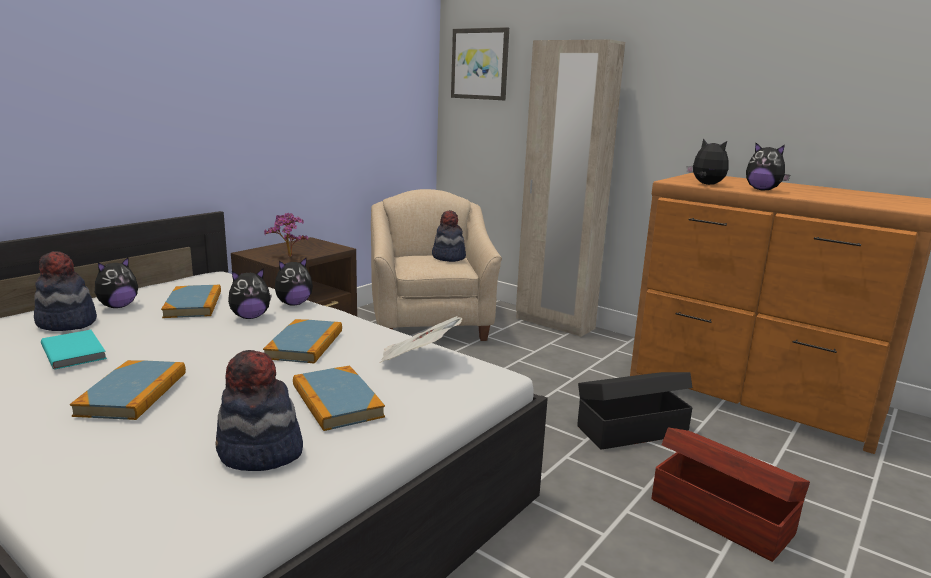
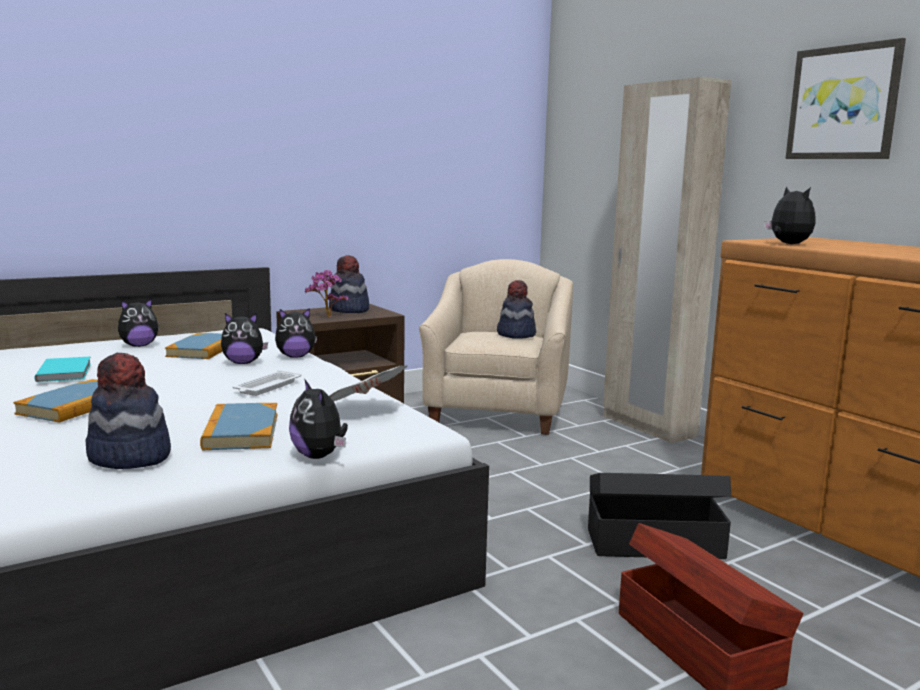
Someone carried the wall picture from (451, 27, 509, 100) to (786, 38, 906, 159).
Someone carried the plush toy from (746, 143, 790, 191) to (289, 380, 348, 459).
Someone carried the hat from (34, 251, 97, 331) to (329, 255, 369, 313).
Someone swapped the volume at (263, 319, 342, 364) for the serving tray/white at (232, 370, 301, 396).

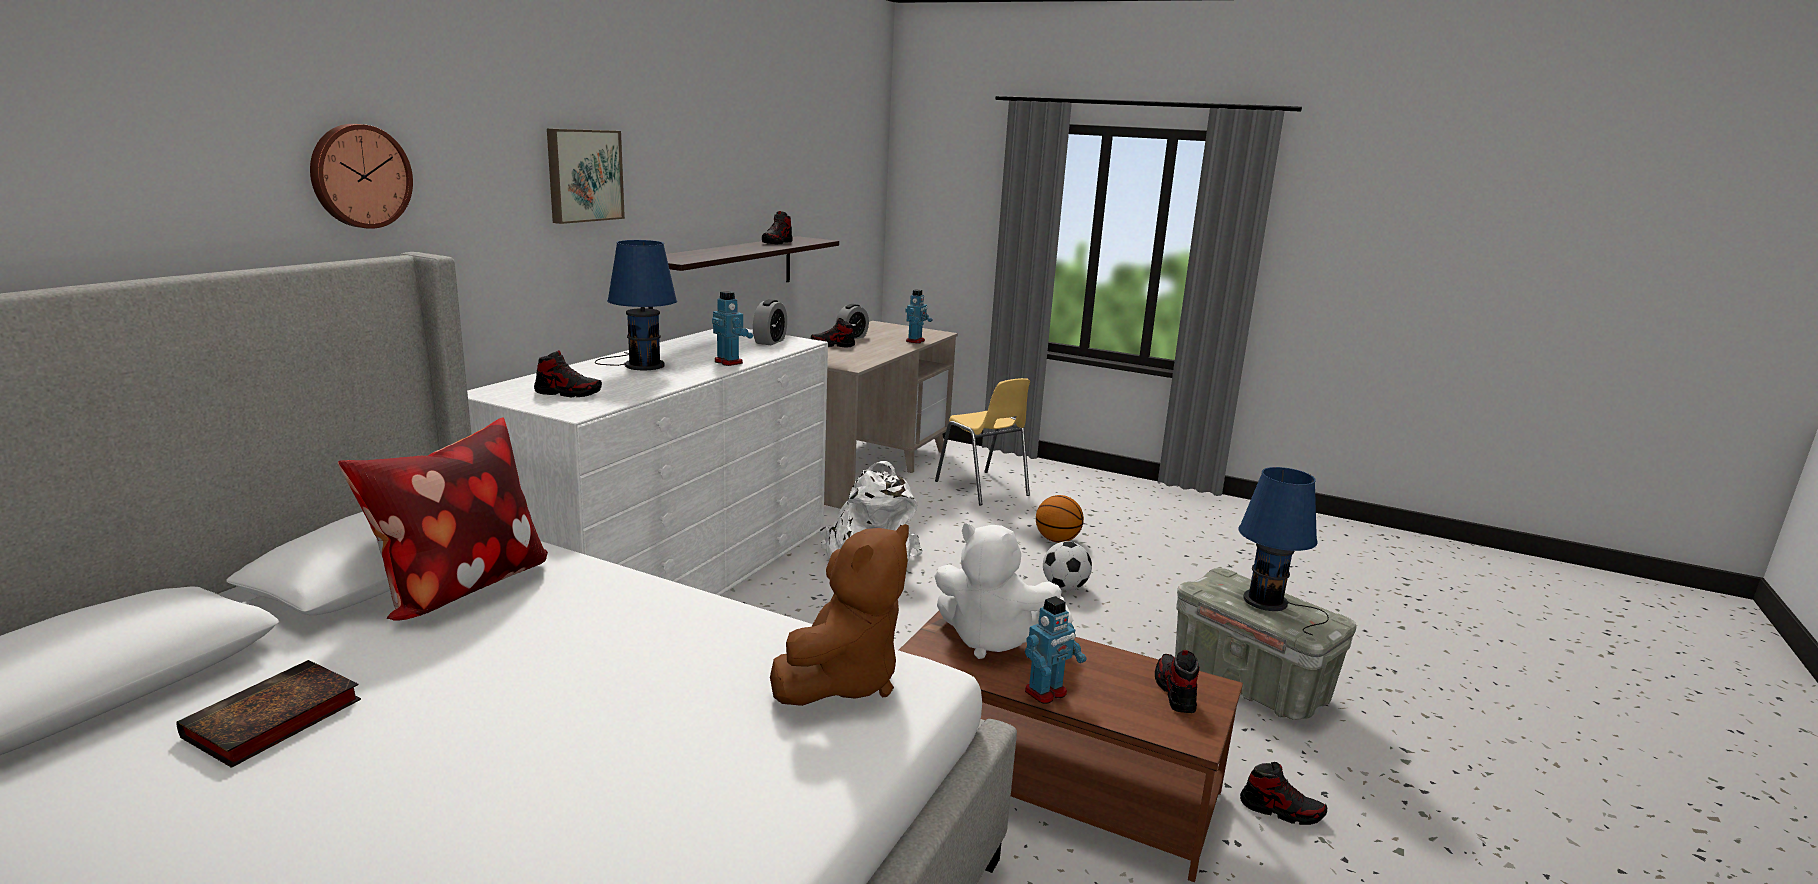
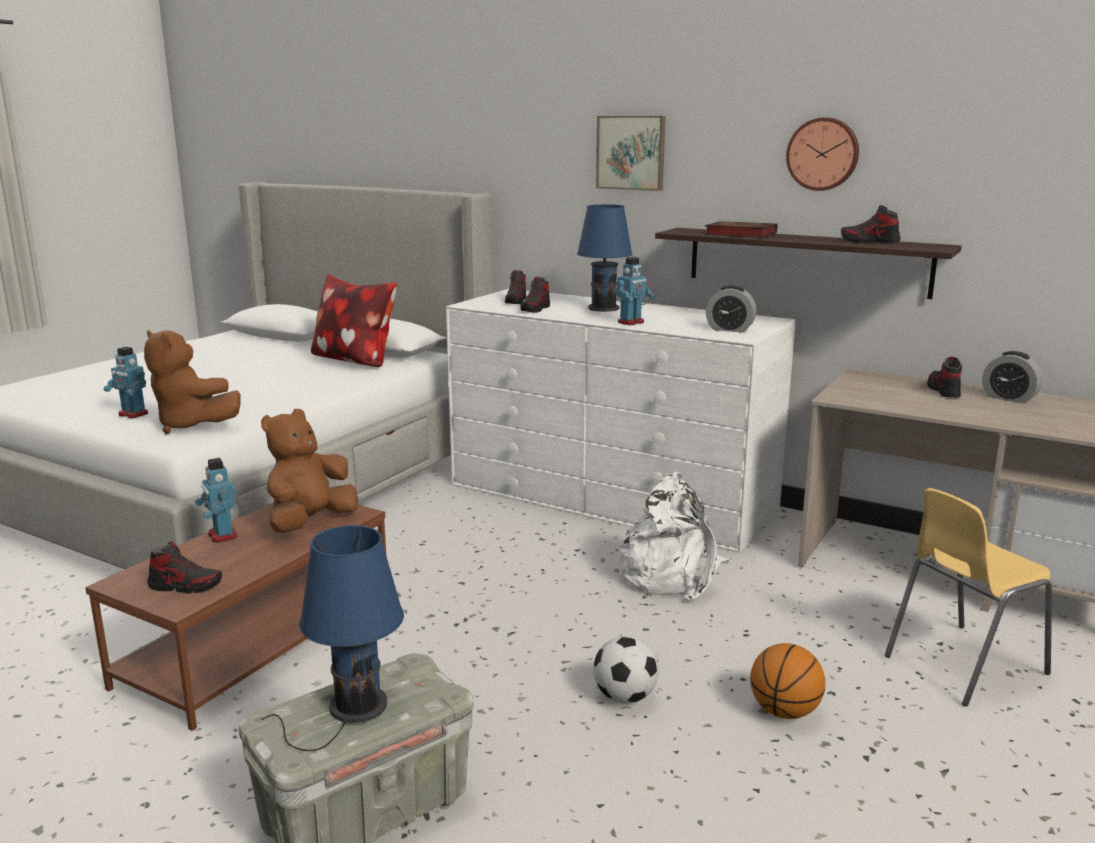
Someone carried the hanging clock from (310, 124, 413, 229) to (786, 117, 859, 191).
Someone carried the toy robot from (905, 289, 932, 344) to (104, 347, 148, 418).
Someone repainted the plush toy/white at (934, 523, 1073, 659), which became the plush toy/brown-coloured at (261, 409, 358, 533).
Someone carried the volume from (176, 660, 361, 768) to (704, 221, 777, 238).
Someone carried the low shoe from (1240, 762, 1327, 825) to (520, 277, 550, 313).

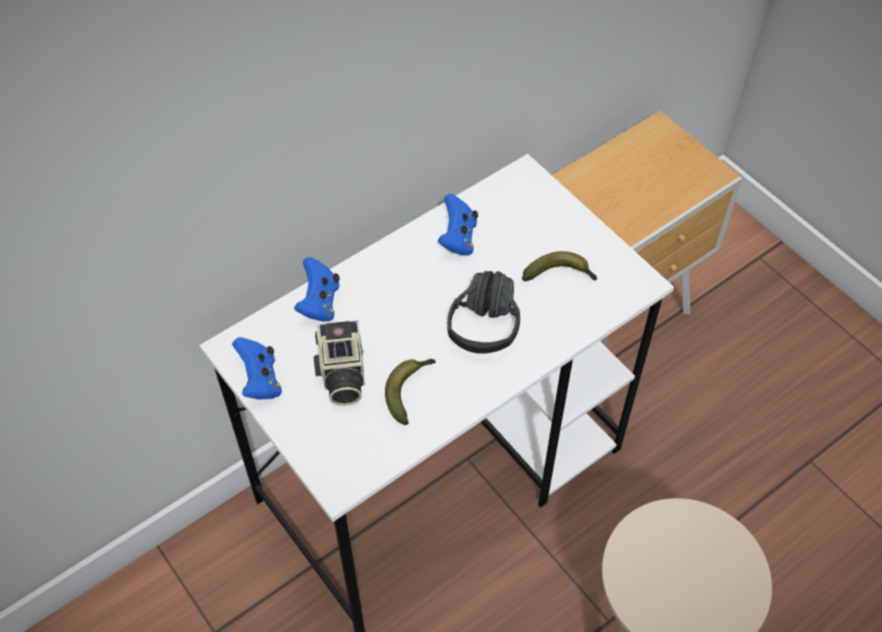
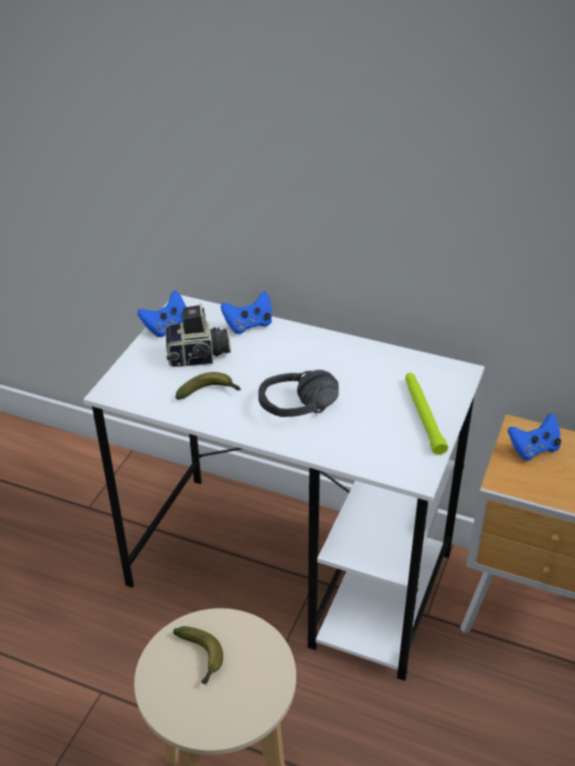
Someone carried the gamepad/blue-coloured from (438, 194, 478, 256) to (508, 413, 561, 460).
Someone carried the whole banana from (522, 251, 598, 282) to (173, 626, 223, 685).
Someone rotated the still camera at (314, 320, 365, 406) by 150 degrees counterclockwise.
Someone put down the flashlight/greenish at (405, 373, 448, 455).

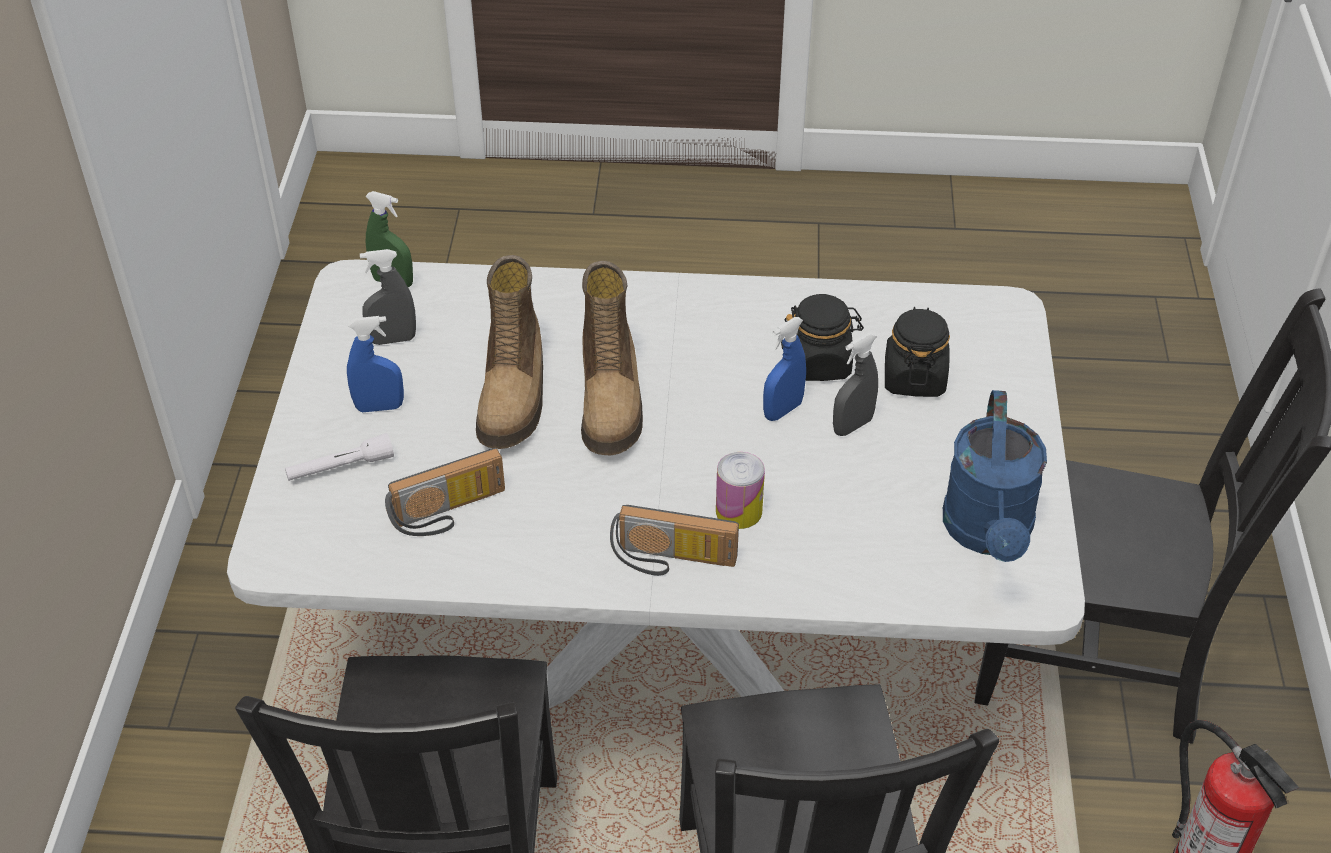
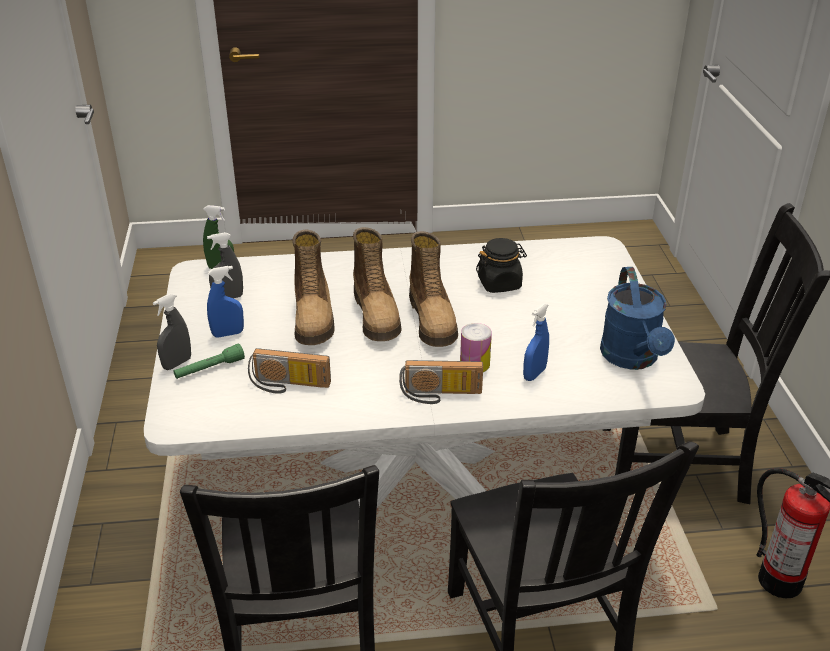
Someone took away the jar/black at (885, 307, 950, 397).
Someone carried the spray bottle/blue-coloured from (763, 317, 806, 421) to (523, 303, 549, 381).
Someone carried the spray bottle/grey from (833, 333, 878, 436) to (153, 293, 191, 370).
Someone repainted the flashlight/white at (285, 433, 394, 481), which became the flashlight/greenish at (173, 343, 245, 379).
Someone rotated the radio receiver at (385, 448, 505, 536) by 45 degrees clockwise.
Someone put down the boot at (409, 231, 458, 347).

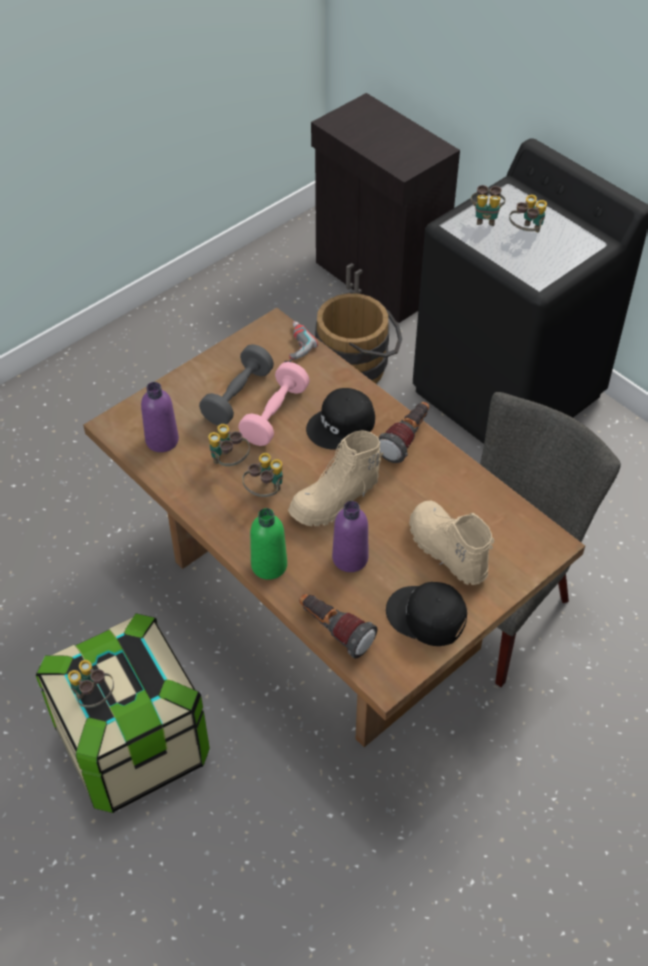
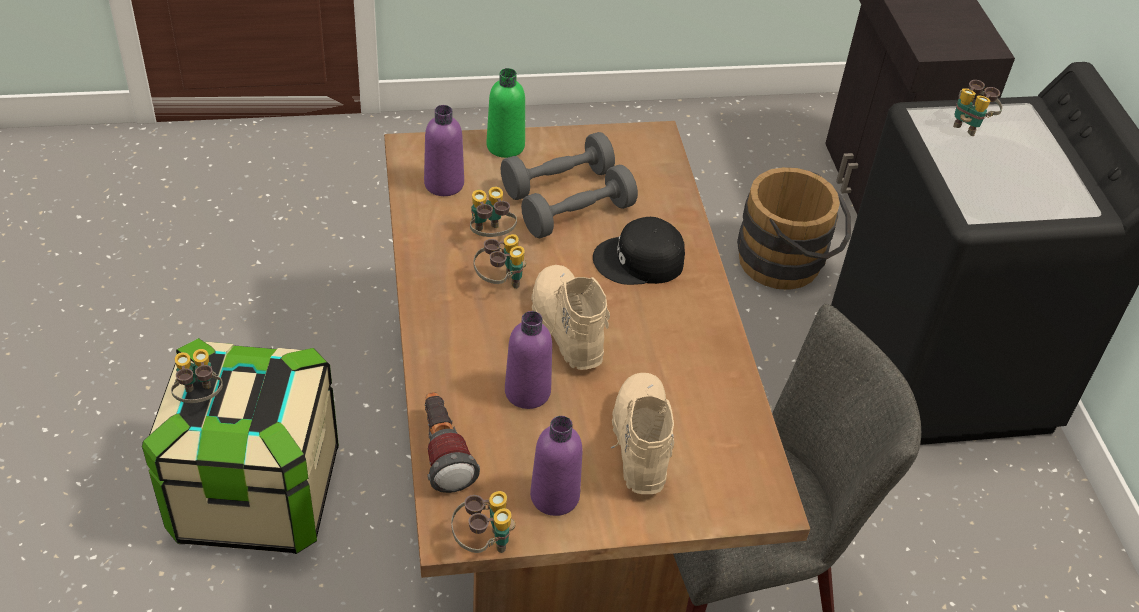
Someone carried the field glasses from (509, 195, 547, 233) to (451, 491, 515, 553).
Someone took away the drill at (284, 321, 318, 362).
Someone repainted the hand weight/pink-coloured at (238, 362, 310, 446), which became the hand weight/grey at (521, 165, 638, 238).
Someone took away the flashlight at (378, 402, 429, 463).
Someone rotated the boot/beige at (288, 430, 384, 526) by 75 degrees clockwise.
Someone carried the bottle/greenish from (250, 508, 287, 580) to (487, 68, 525, 158).
Someone swapped the baseball cap/black at (386, 582, 467, 646) for the bottle/purple-coloured at (530, 416, 583, 516).

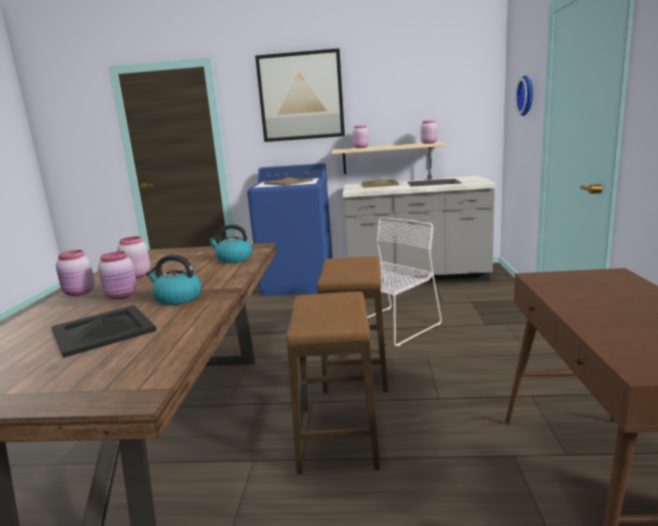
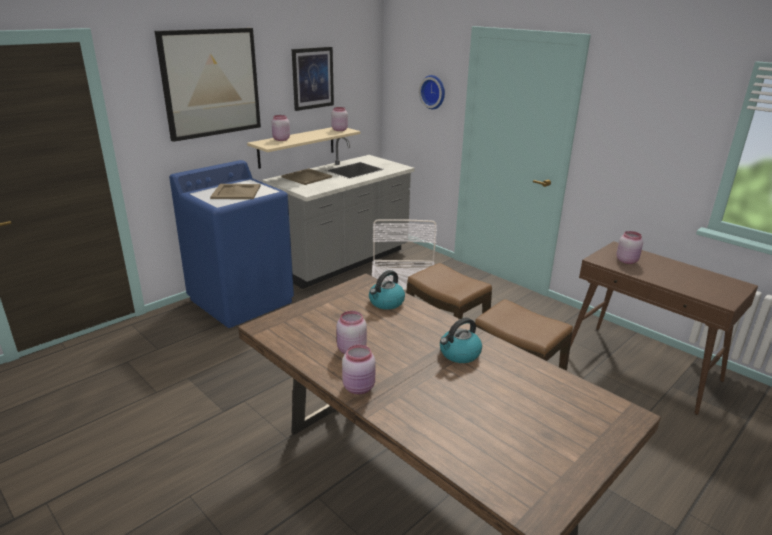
Someone carried the jar/pink-coloured from (98, 251, 137, 299) to (616, 231, 643, 264).
Someone took away the serving tray/black at (51, 305, 157, 358).
Someone put up the wall picture at (292, 47, 334, 111).

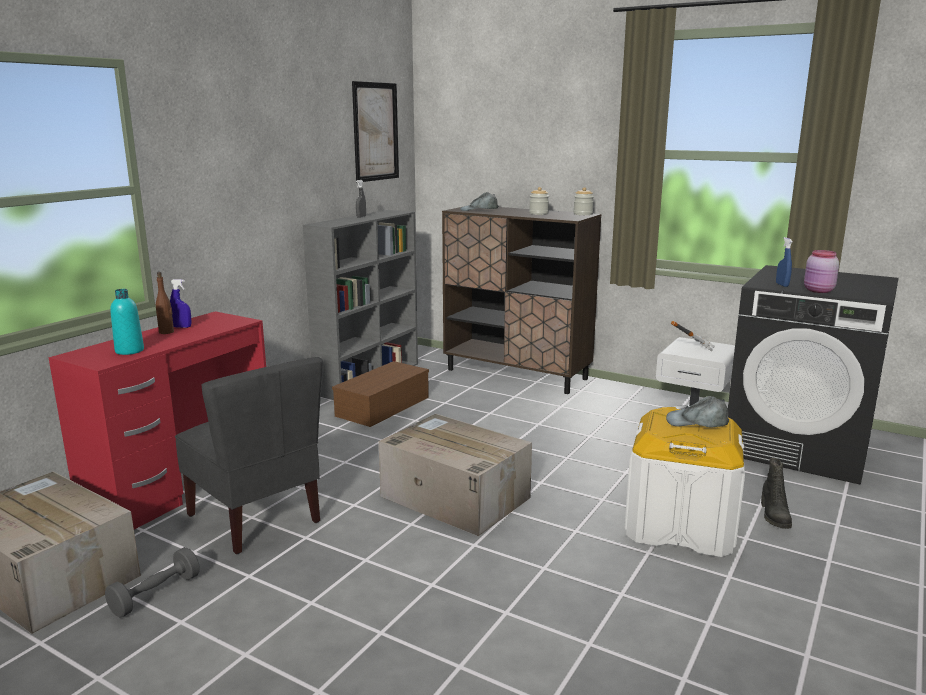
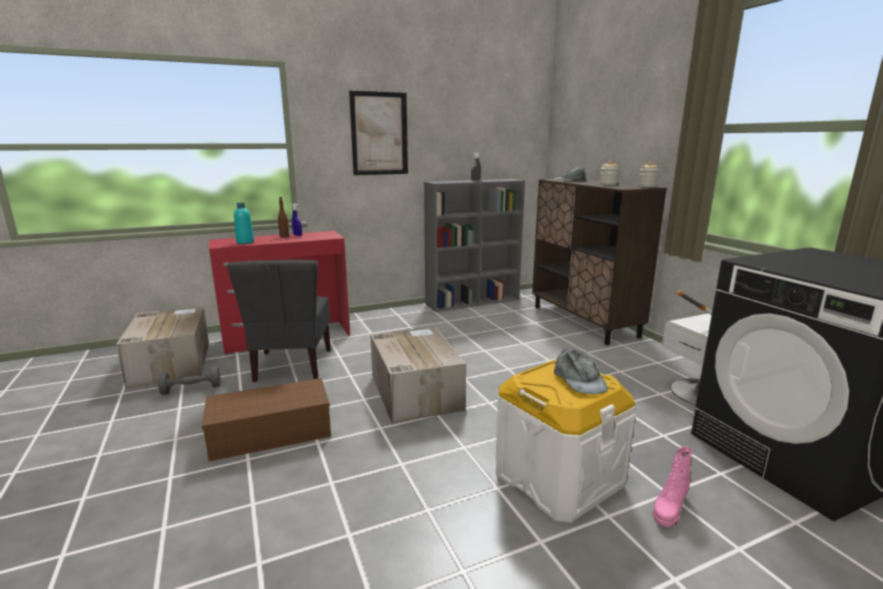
Someone carried the wall picture from (352, 81, 399, 183) to (349, 90, 408, 175).
Someone took away the spray bottle/blue-coloured at (776, 237, 792, 287).
Someone took away the jar/pink-coloured at (804, 250, 839, 293).
Someone carried the storage container/brown-coloured from (332, 361, 429, 427) to (202, 378, 331, 461).
Someone rotated the baseball cap/grey at (666, 396, 729, 428) by 150 degrees counterclockwise.
Someone repainted the boot/black at (761, 458, 792, 529), which became the boot/pink-coloured at (653, 446, 693, 527).

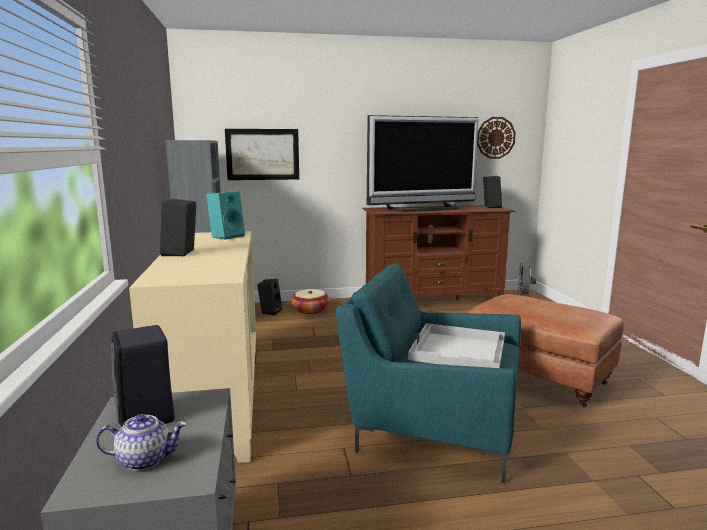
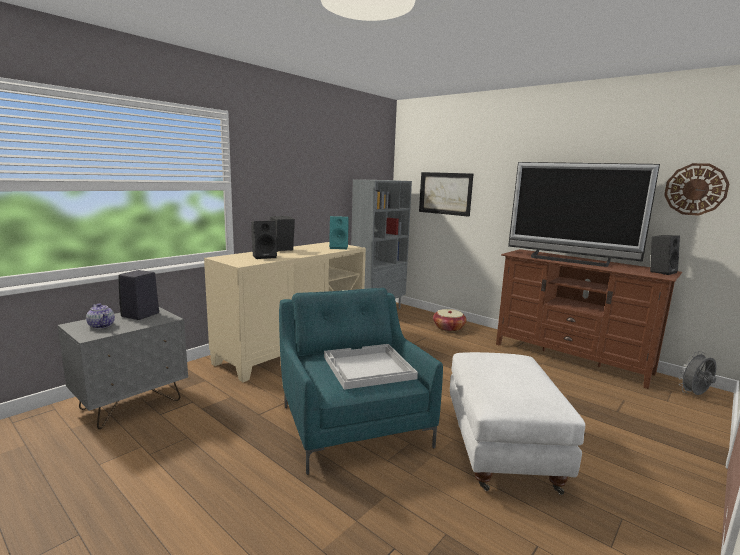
Someone carried the loudspeaker/black from (257, 279, 282, 315) to (251, 221, 277, 259).
Someone repainted the ottoman/brown-coloured at (468, 294, 624, 408), which became the ottoman/white at (450, 352, 585, 495).

